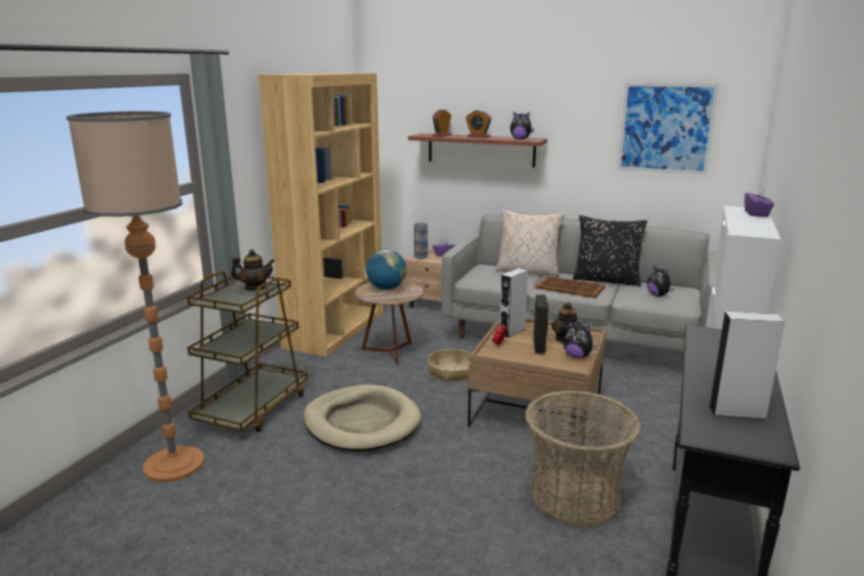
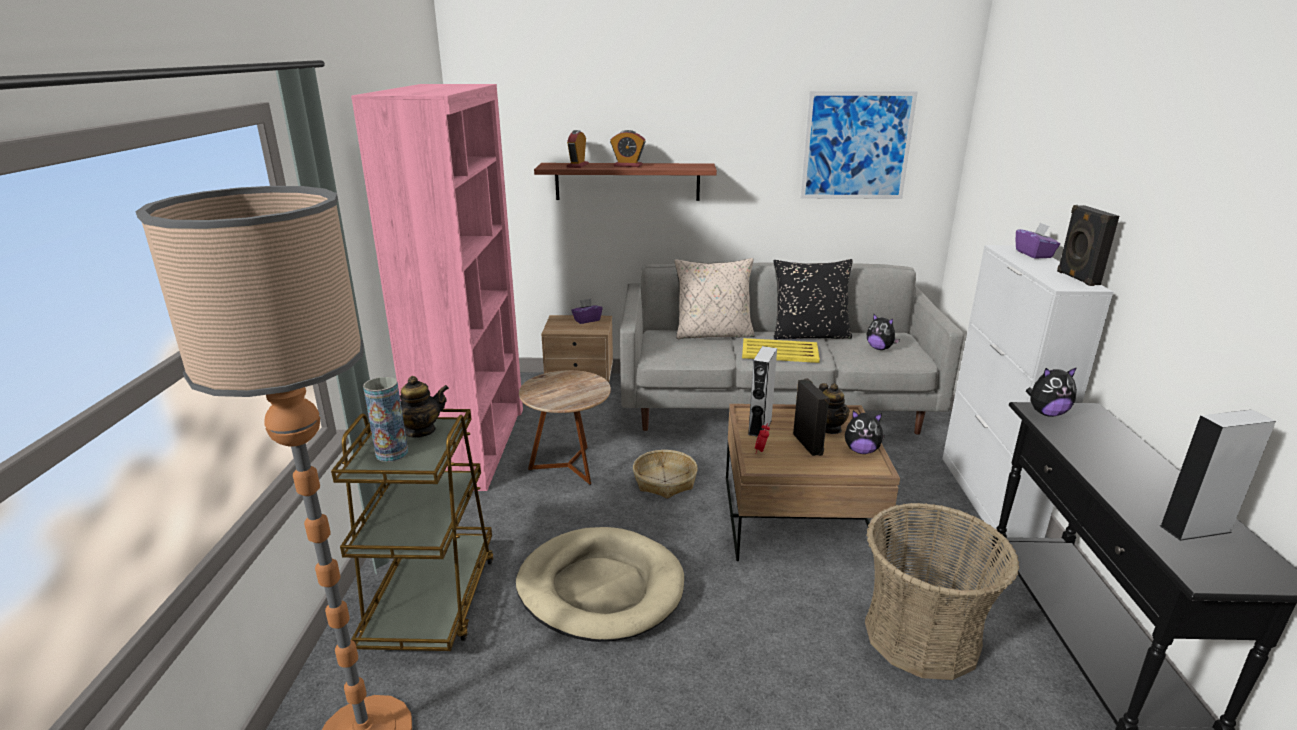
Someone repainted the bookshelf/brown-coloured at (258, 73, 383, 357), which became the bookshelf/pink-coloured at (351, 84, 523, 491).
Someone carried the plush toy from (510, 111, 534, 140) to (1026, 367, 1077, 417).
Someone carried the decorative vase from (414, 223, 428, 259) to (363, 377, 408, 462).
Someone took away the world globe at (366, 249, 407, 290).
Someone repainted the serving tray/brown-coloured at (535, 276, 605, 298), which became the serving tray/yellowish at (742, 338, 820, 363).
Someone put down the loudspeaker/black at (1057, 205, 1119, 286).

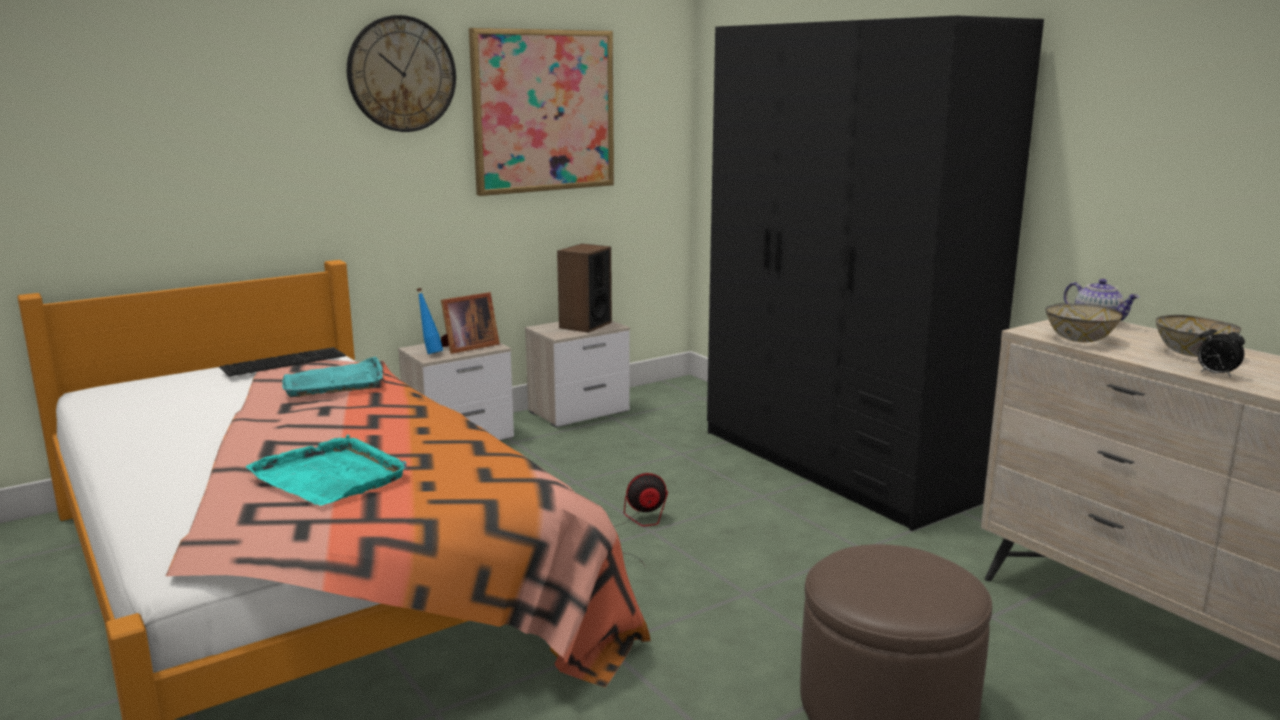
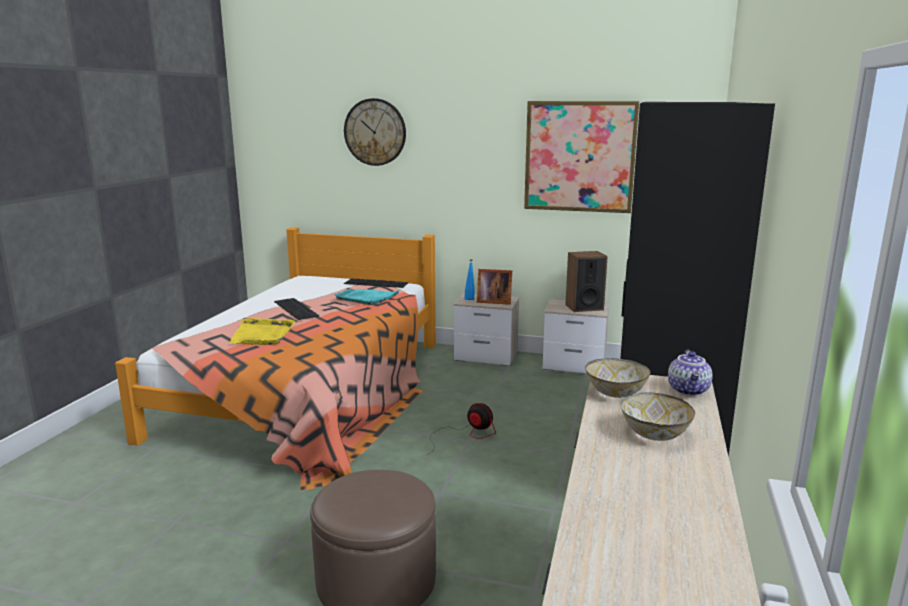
Someone carried the hanging clock from (347, 15, 456, 132) to (344, 98, 406, 166).
Someone took away the table clock at (1198, 323, 1245, 378).
Someone repainted the serving tray/turquoise-coloured at (246, 435, 407, 506), which became the serving tray/yellowish at (229, 318, 296, 345).
Someone put down the computer keyboard at (274, 298, 319, 320).

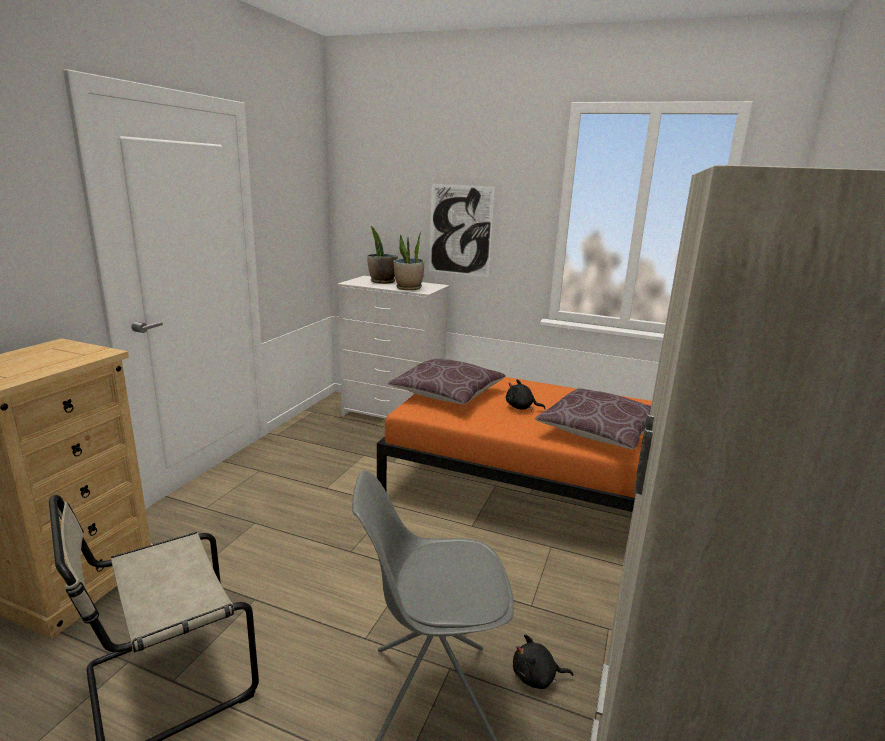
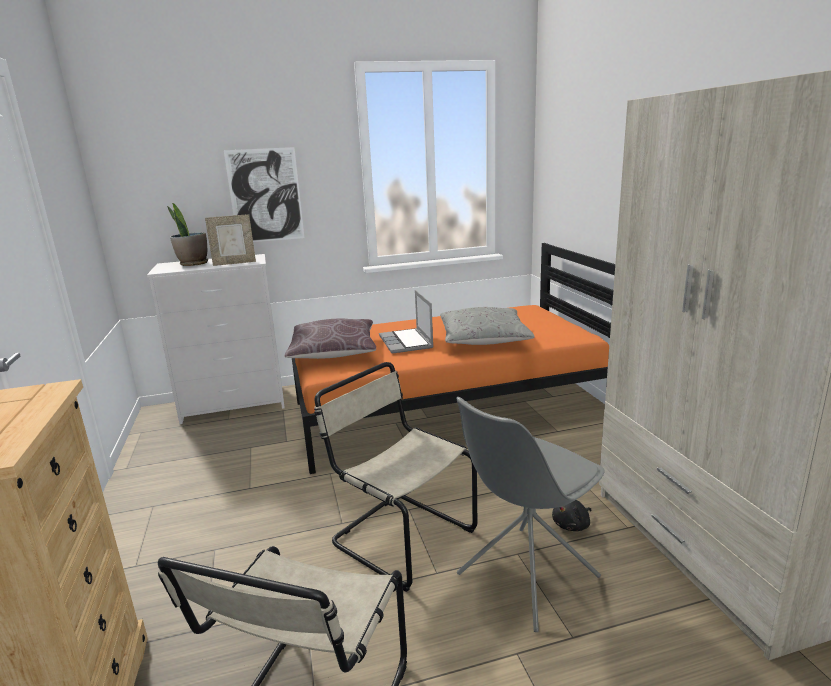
Someone swapped the potted plant at (393, 231, 424, 290) for the picture frame at (205, 214, 256, 266).
Someone swapped the plush toy/black at (506, 379, 546, 410) for the notebook computer at (379, 290, 434, 354).
Someone repainted the cushion/brown-coloured at (535, 388, 651, 450), which became the cushion/grey at (440, 307, 535, 345).
Someone put down the plain chair/beige at (314, 362, 477, 592).

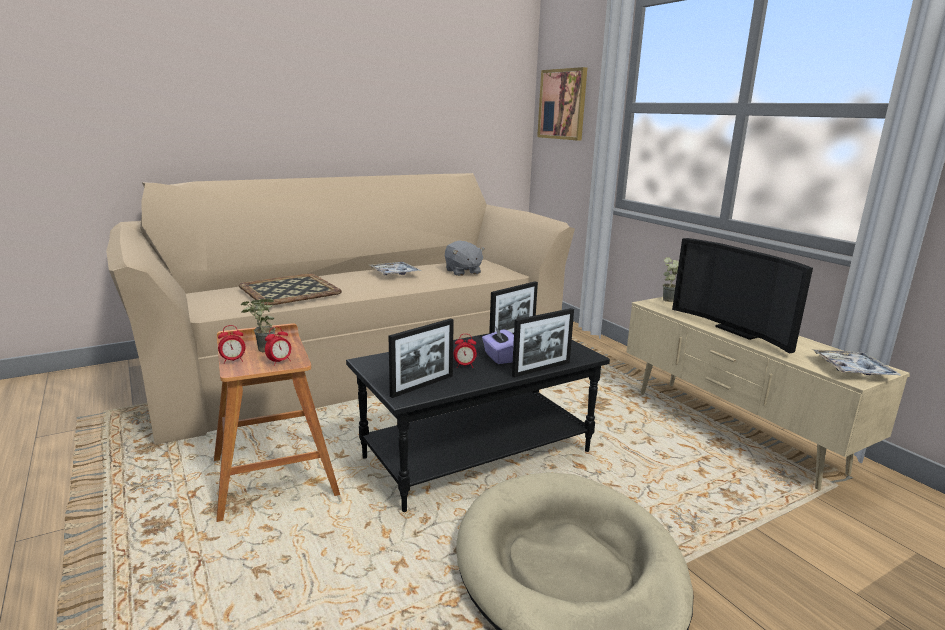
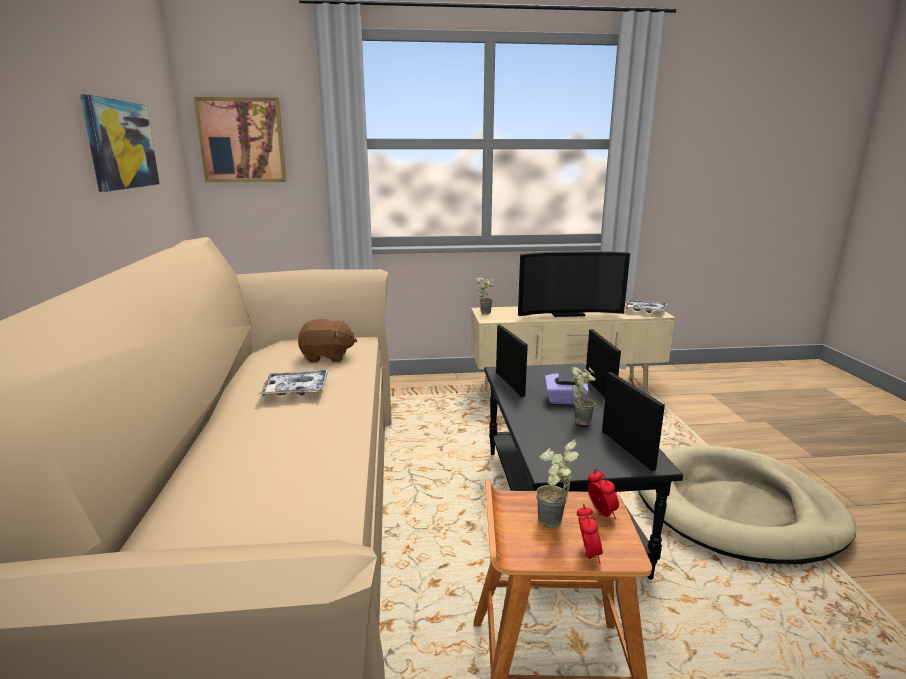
Someone repainted the plush toy/grey at (445, 240, 485, 276), which became the plush toy/brown-coloured at (298, 319, 357, 362).
Someone took away the serving tray at (239, 274, 342, 306).
Someone swapped the table clock at (454, 334, 477, 368) for the potted plant at (572, 367, 596, 425).
Someone put up the wall picture at (80, 94, 160, 192).

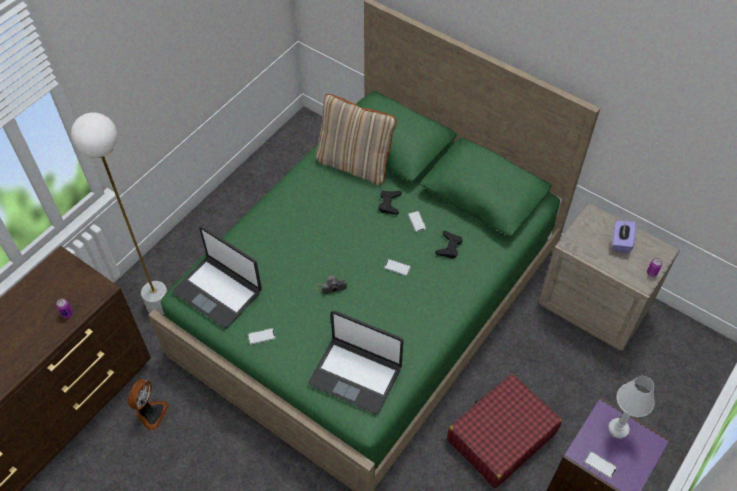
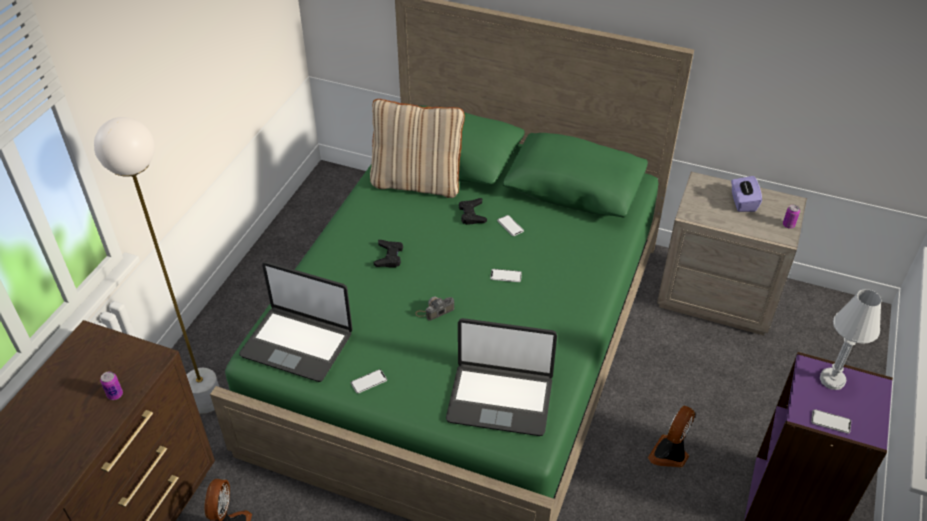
Someone carried the gamepad/black from (435, 231, 463, 259) to (374, 240, 403, 268).
Someone swapped the piece of luggage/reddish at (447, 374, 562, 488) for the cooling fan at (648, 406, 695, 467).

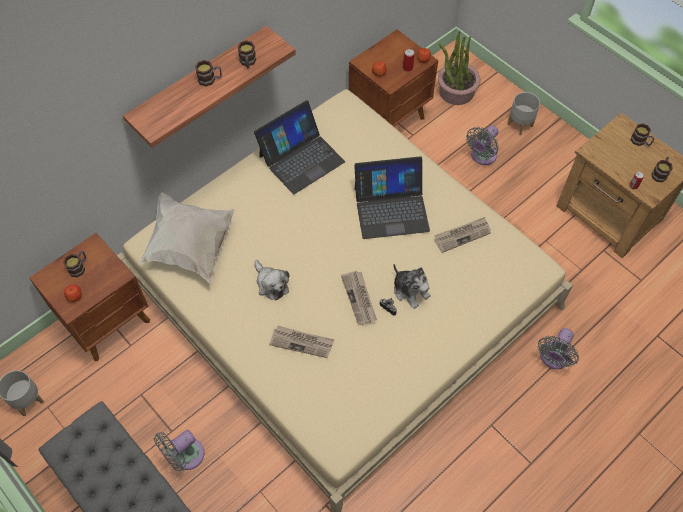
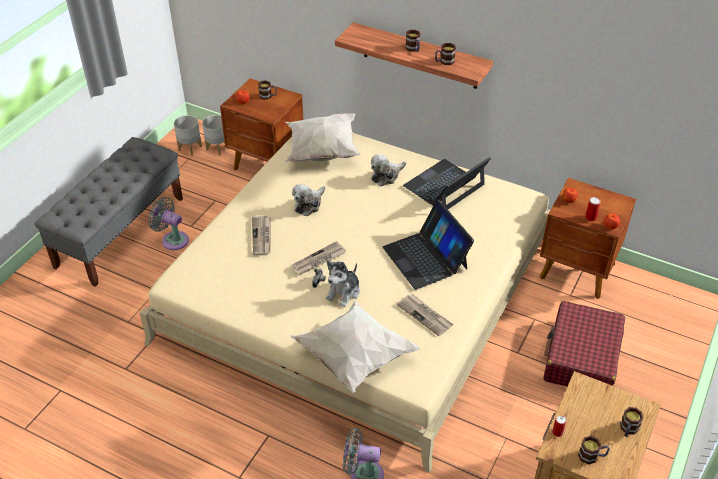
Someone took away the potted plant at (438, 31, 481, 105).
Someone carried the plant pot/grey from (507, 92, 540, 135) to (202, 115, 225, 155).
Someone rotated the notebook computer at (254, 100, 345, 194) by 105 degrees clockwise.
Someone swapped the cooling fan/grey at (466, 125, 499, 165) for the piece of luggage/reddish at (543, 301, 625, 386).
Someone put down the plush toy at (371, 154, 406, 186).
Someone put down the cushion/white at (290, 300, 421, 393).

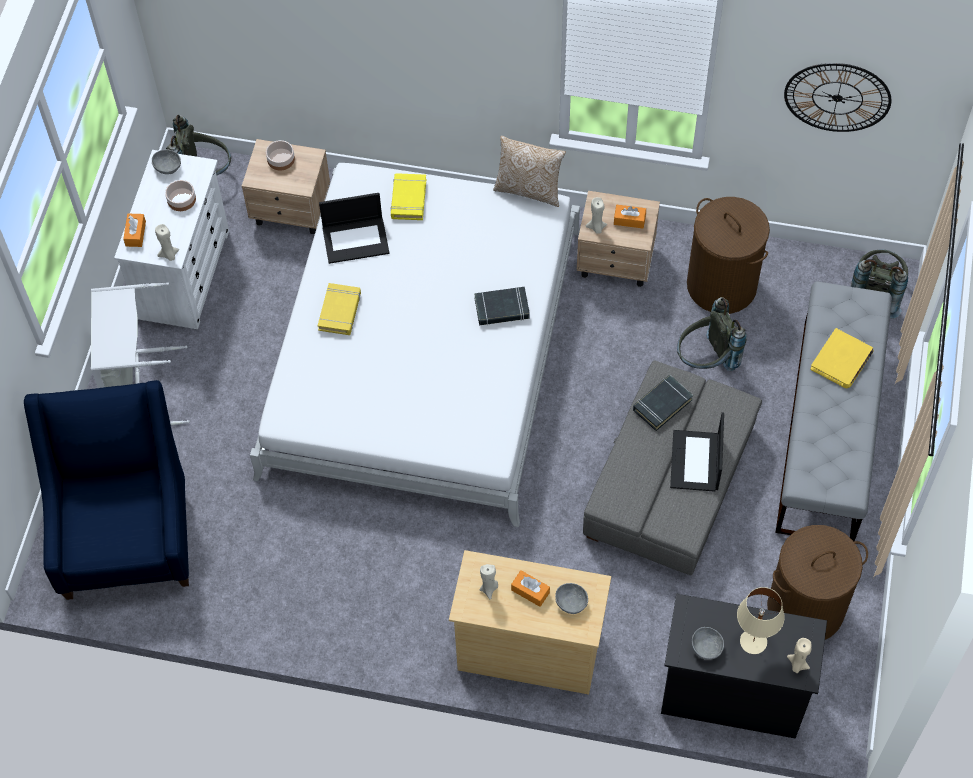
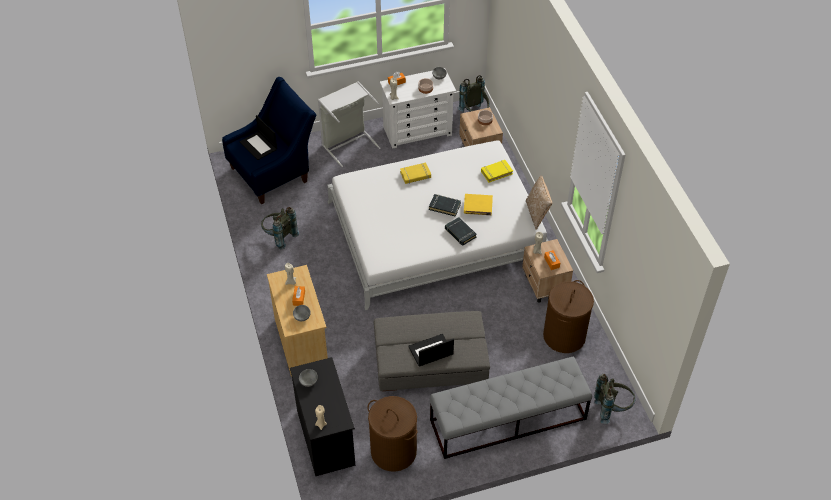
Someone took away the hanging clock at (784, 63, 891, 132).
Someone carried the notebook computer from (319, 193, 389, 264) to (239, 115, 277, 160).
Someone carried the rucksack/grey from (677, 297, 747, 371) to (261, 207, 299, 250).
Someone carried the volume/yellowish from (810, 328, 874, 388) to (464, 194, 493, 215).
Someone carried the volume/black from (633, 375, 693, 431) to (429, 194, 461, 217).
Someone took away the table lamp/beige at (737, 587, 785, 654).

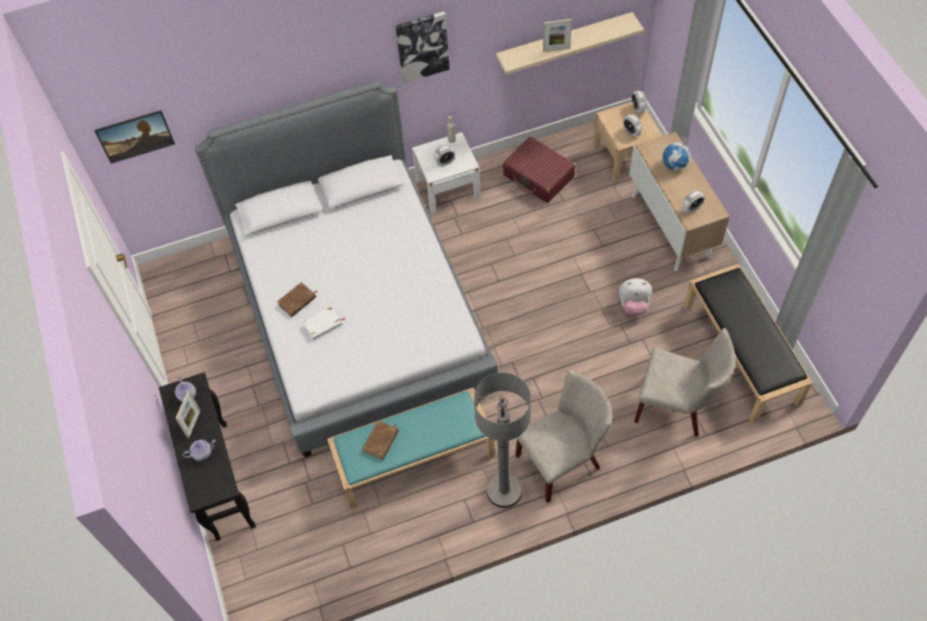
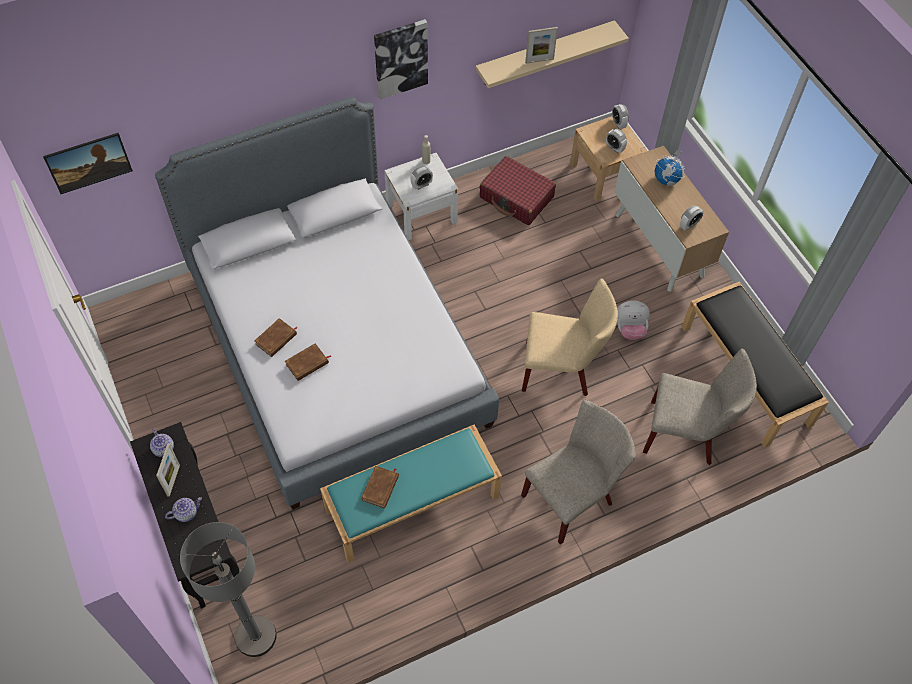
Someone repainted the volume/white at (302, 306, 345, 340), which became the volume/brown-coloured at (285, 344, 331, 381).
Someone carried the floor lamp/grey from (474, 373, 531, 508) to (180, 522, 277, 657).
Someone put down the plain chair/beige at (522, 278, 618, 396).

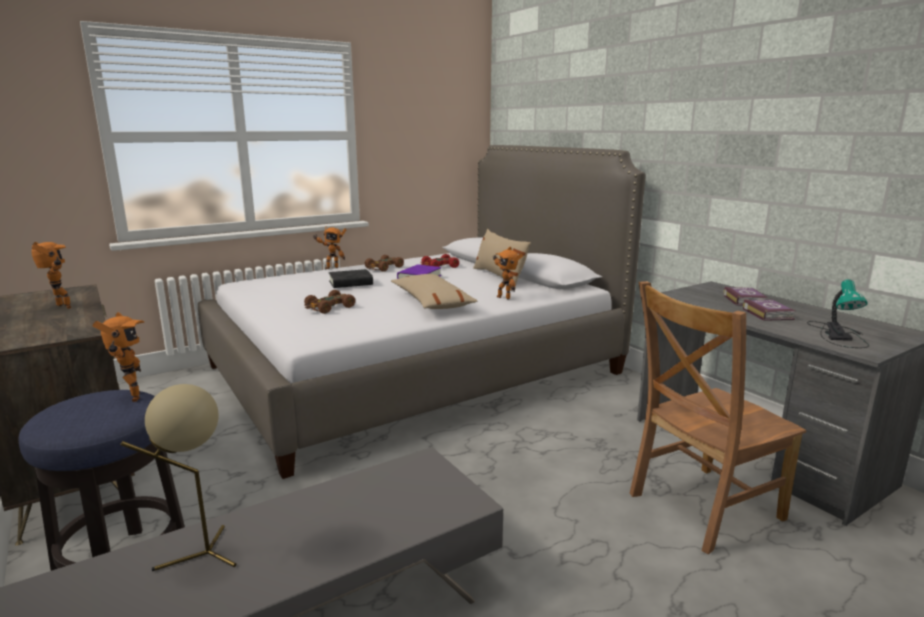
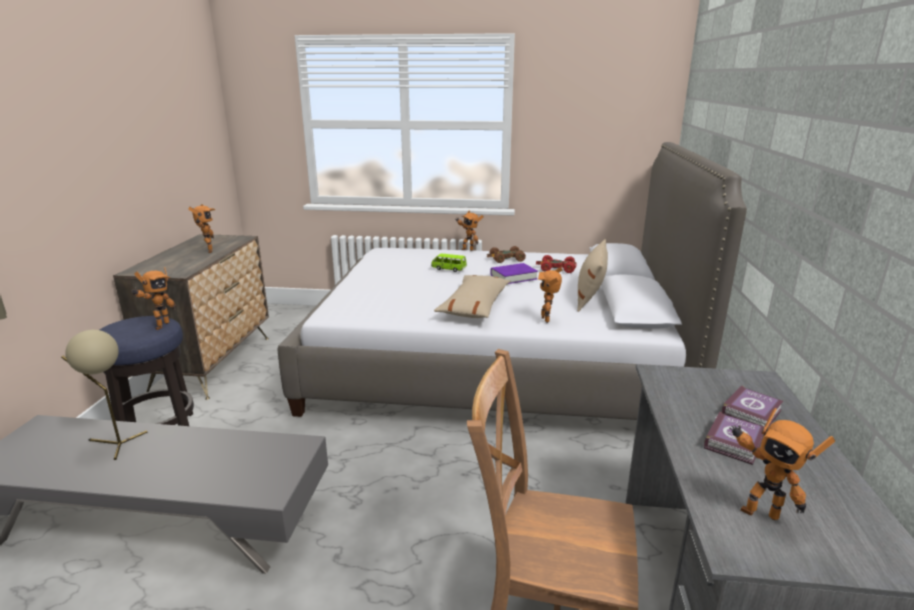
Someone swapped the volume/black at (329, 269, 373, 288) for the model car/greenish at (431, 254, 467, 272).
Someone swapped the table lamp at (807, 279, 869, 348) for the toy robot at (729, 408, 835, 520).
Someone took away the model car/brown-coloured at (304, 290, 355, 314).

